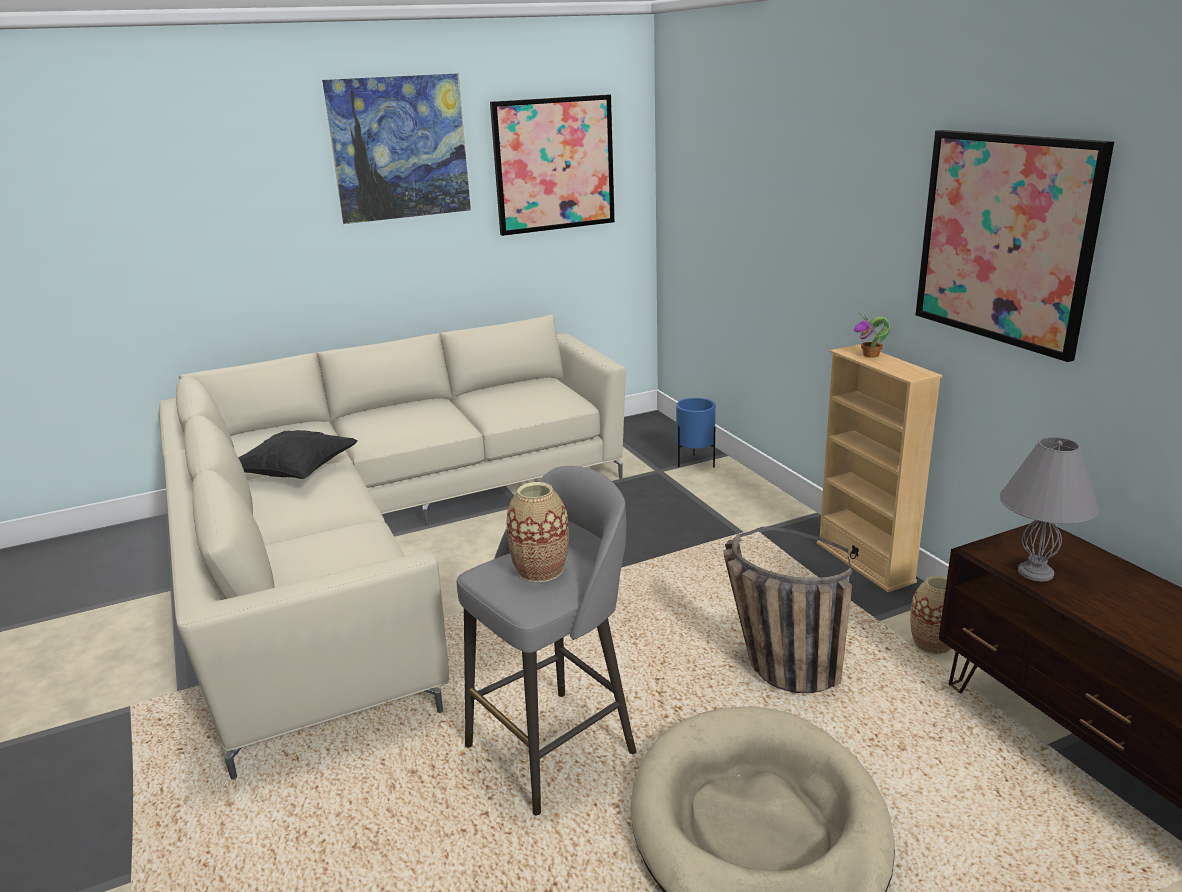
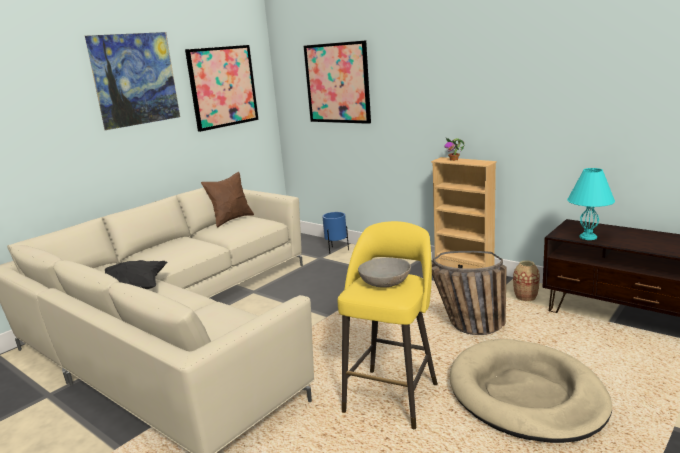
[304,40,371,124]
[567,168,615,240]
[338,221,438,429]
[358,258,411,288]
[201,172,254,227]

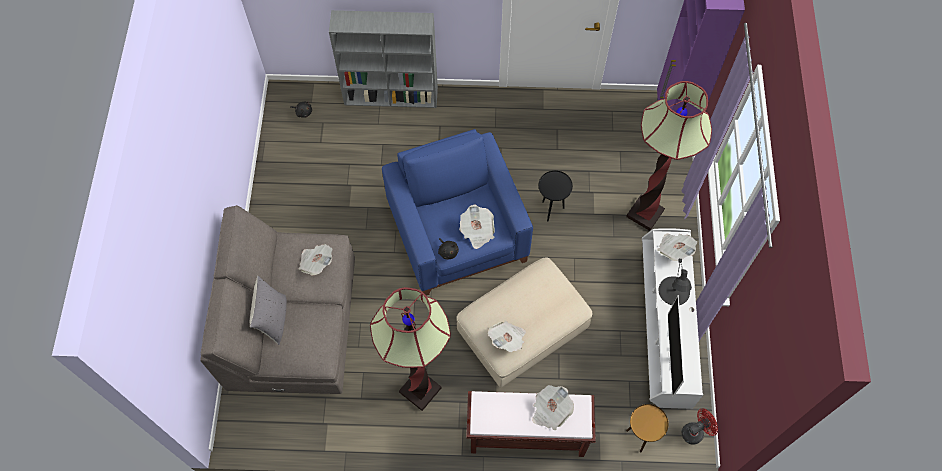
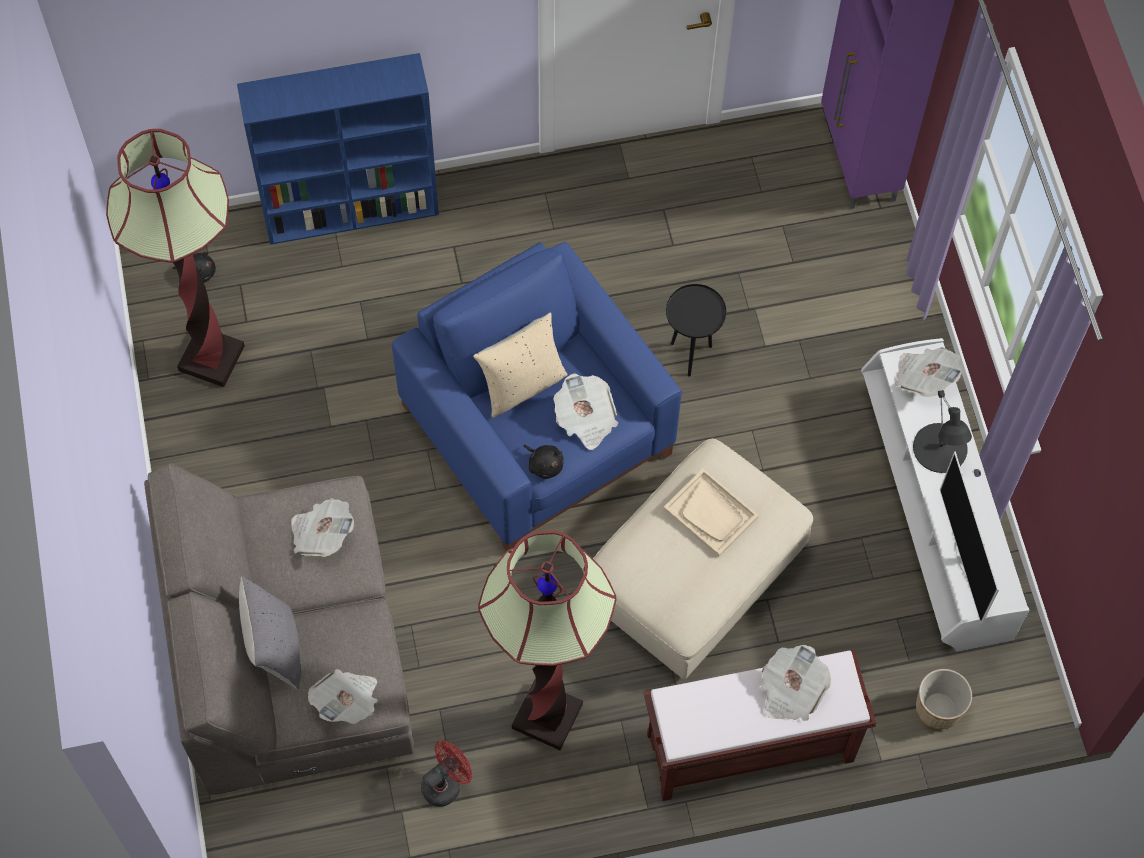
[237,53,439,245]
[106,129,245,387]
[308,669,378,724]
[916,669,972,730]
[421,740,472,807]
[473,312,568,418]
[663,468,759,557]

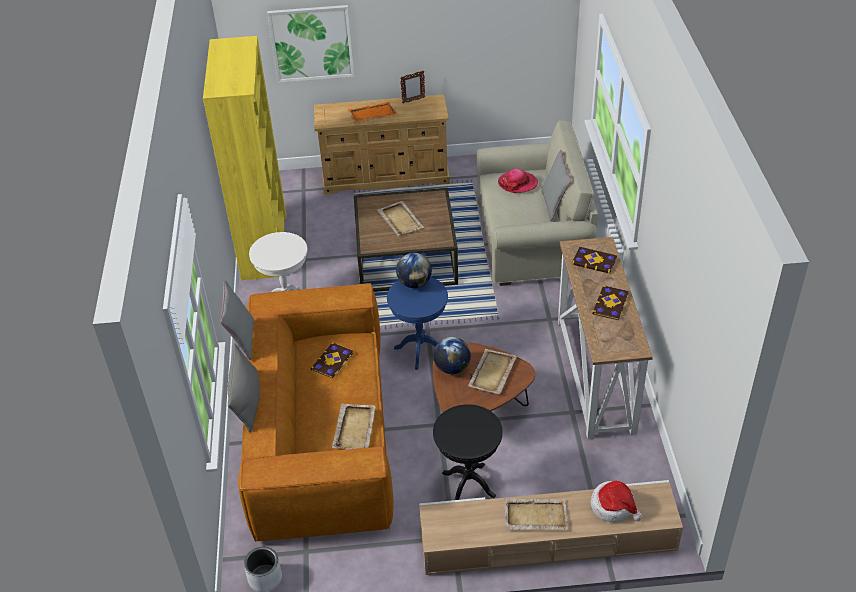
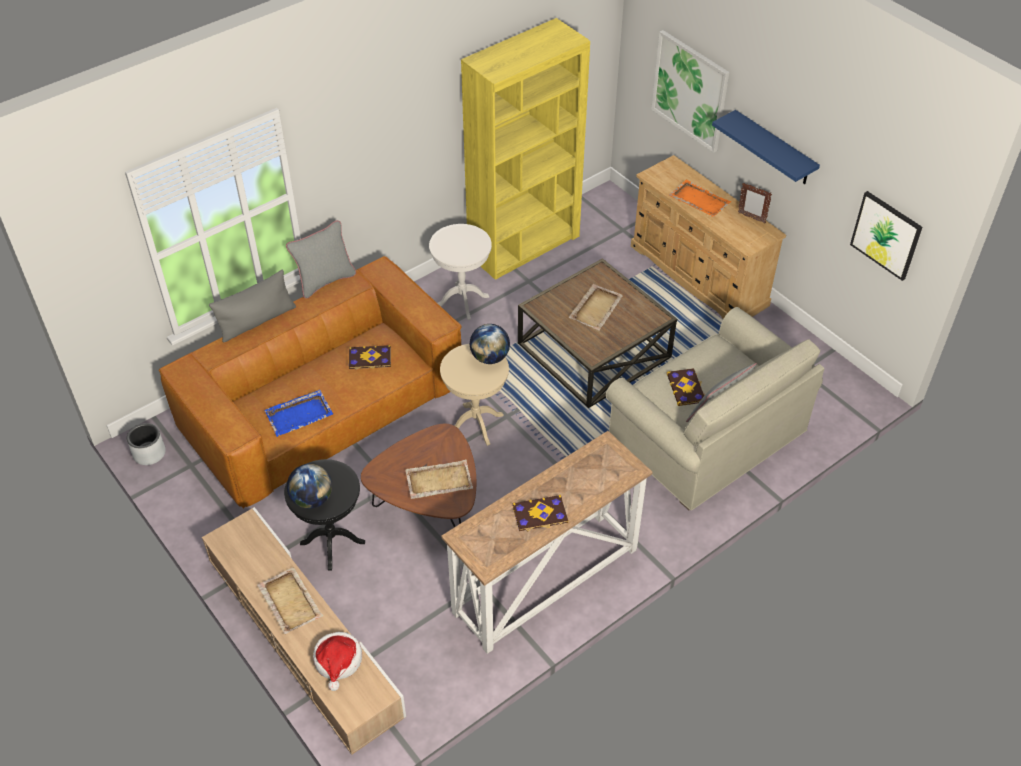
[498,168,538,193] (first image)
[666,368,705,406]
[440,344,509,446]
[287,464,332,509]
[264,390,333,437]
[712,110,820,184]
[850,191,922,281]

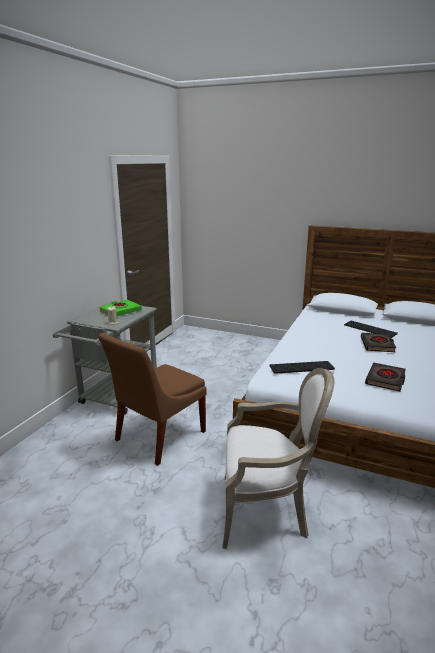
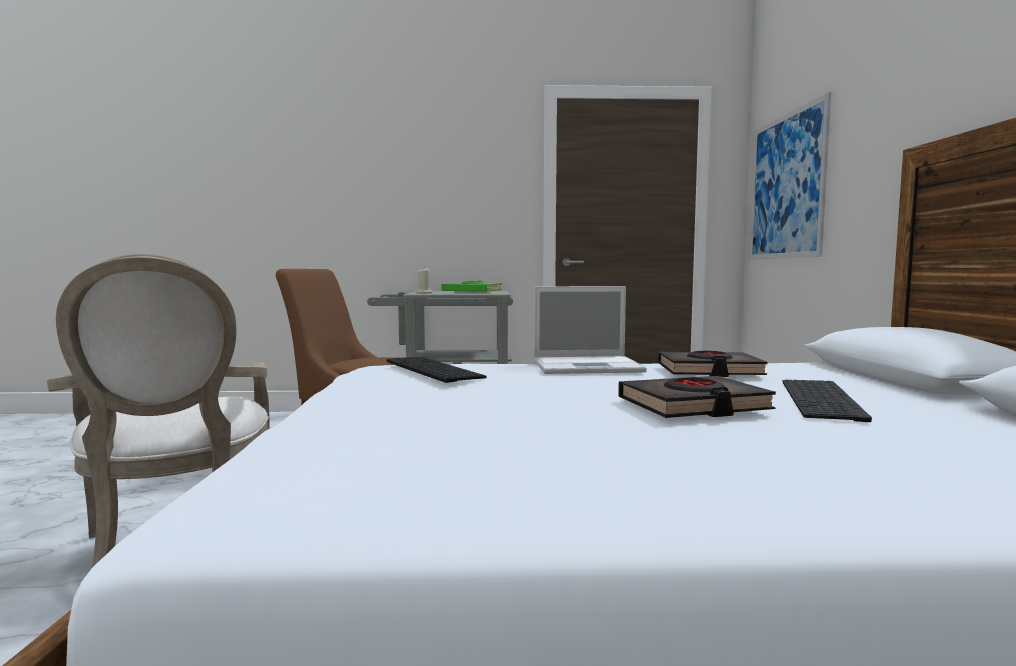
[658,351,768,377]
[750,92,831,260]
[534,286,647,374]

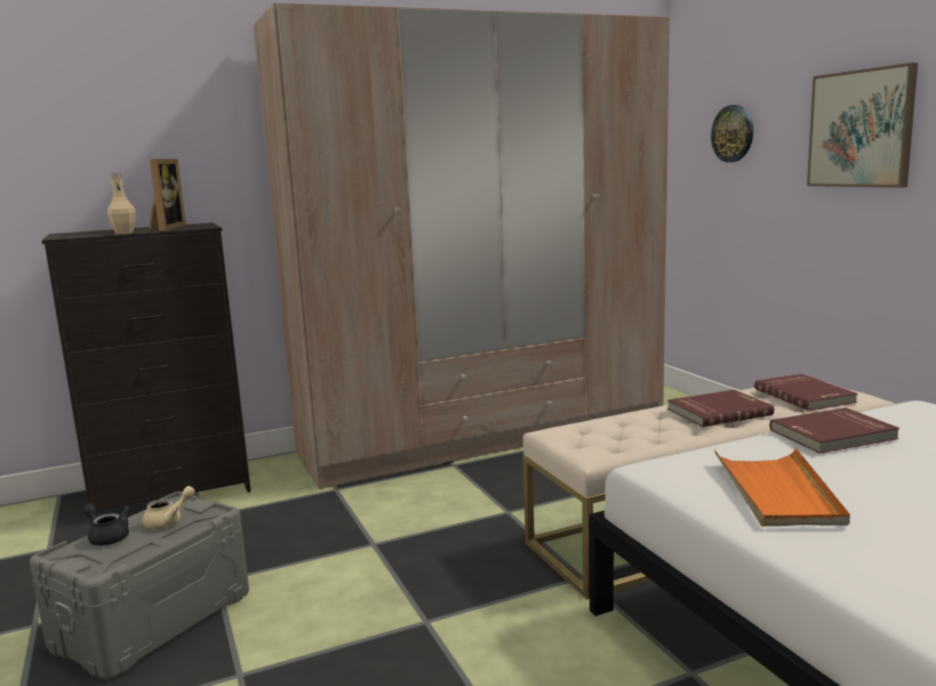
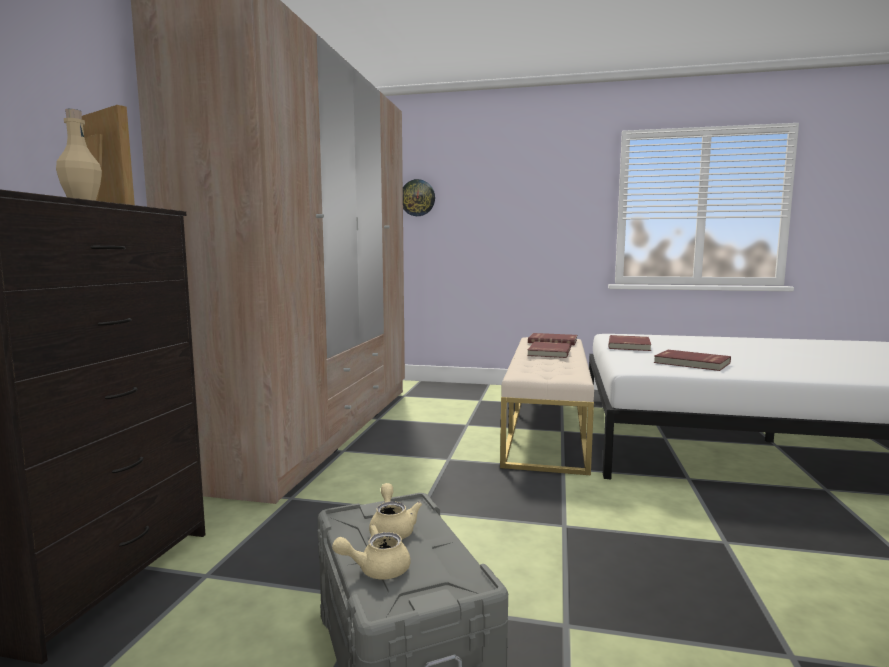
[807,63,918,188] (first image)
[654,350,731,371]
[332,524,411,580]

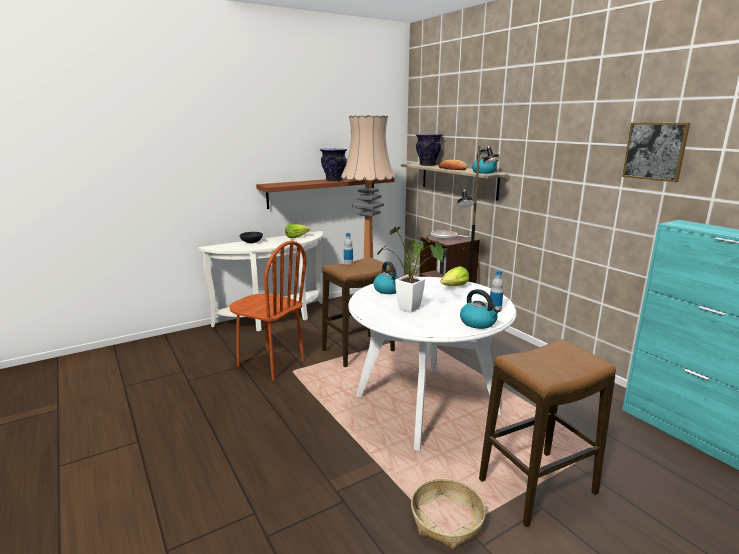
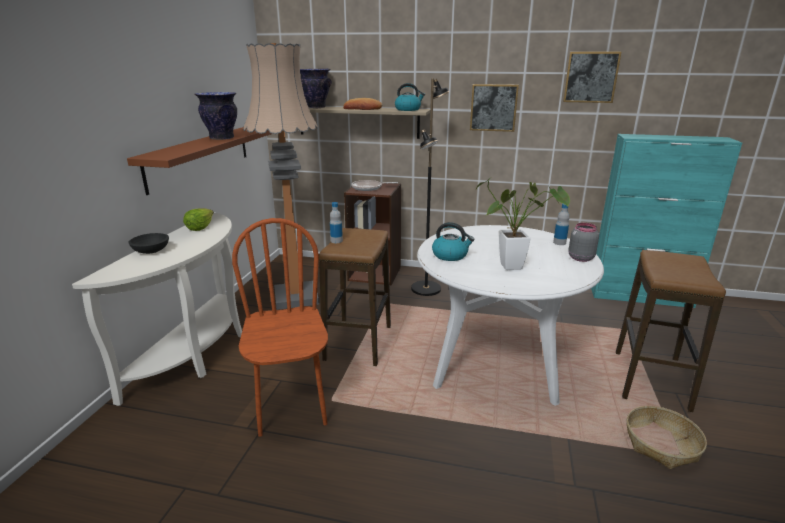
[232,218,328,437]
[440,266,469,286] (first image)
[568,223,599,262]
[470,84,519,132]

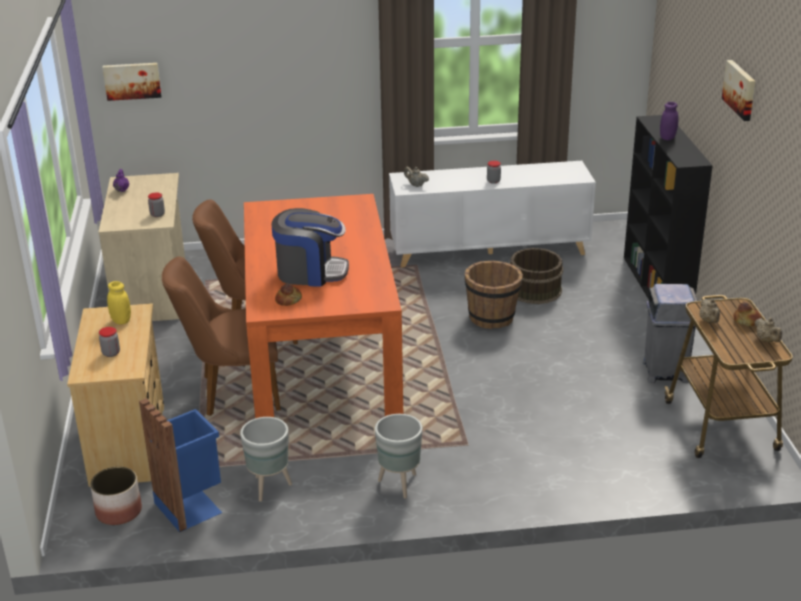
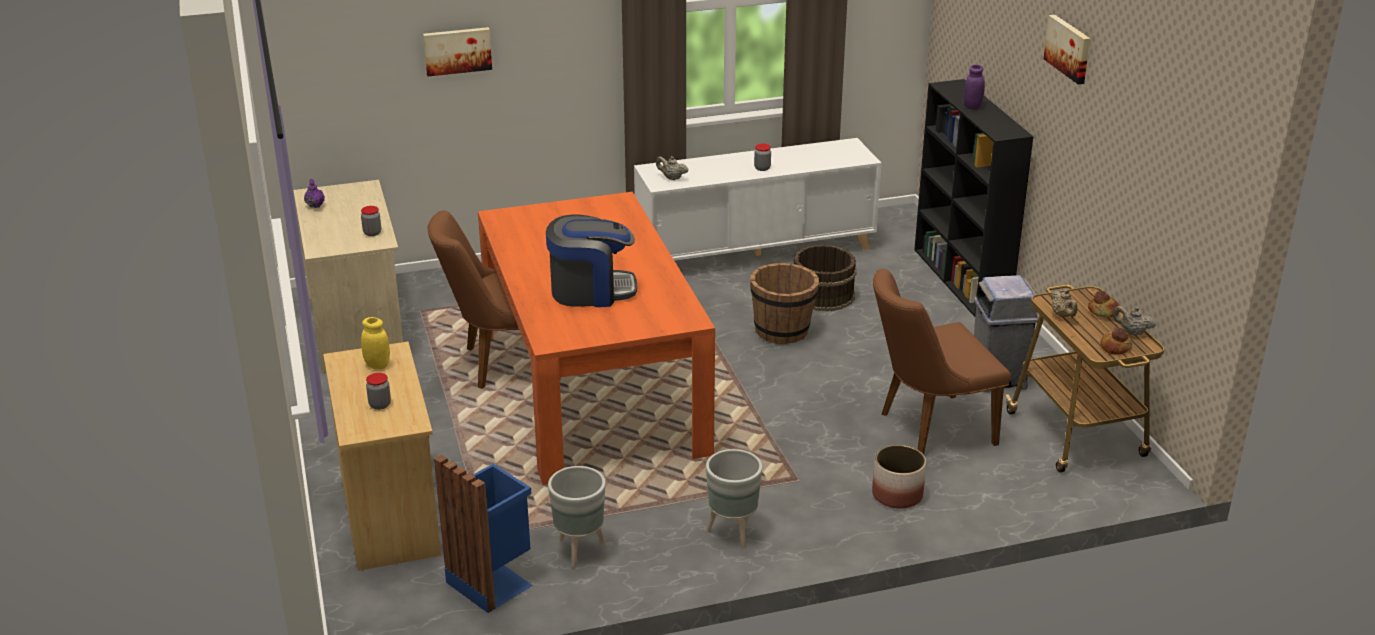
[423,27,492,77]
[873,269,1011,455]
[1101,328,1132,354]
[1113,306,1156,336]
[872,445,926,509]

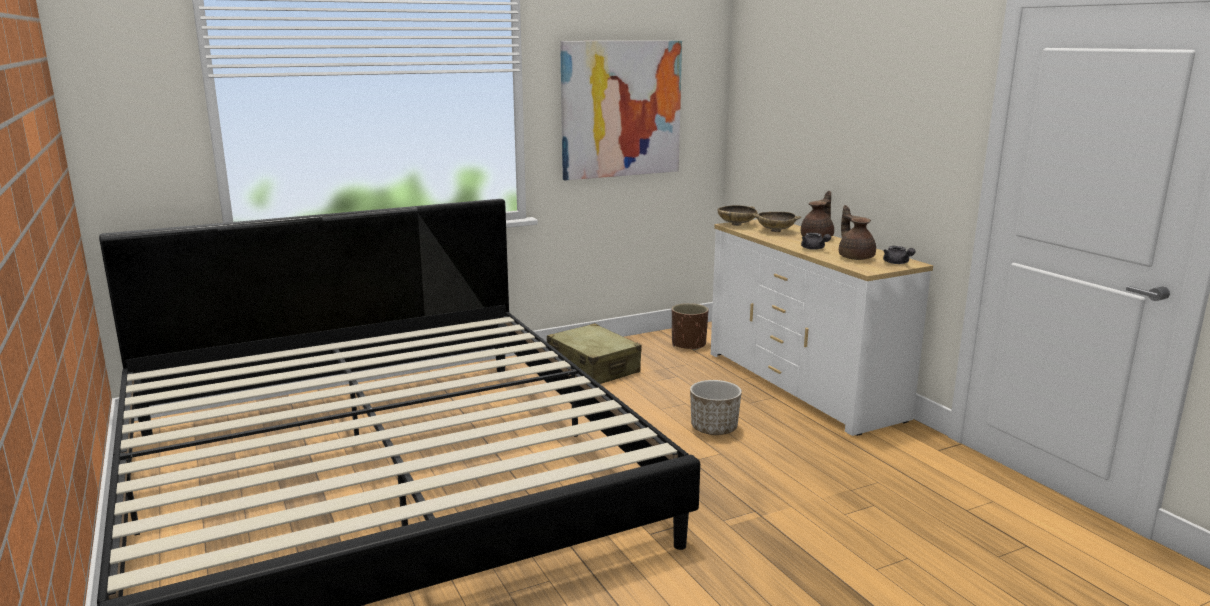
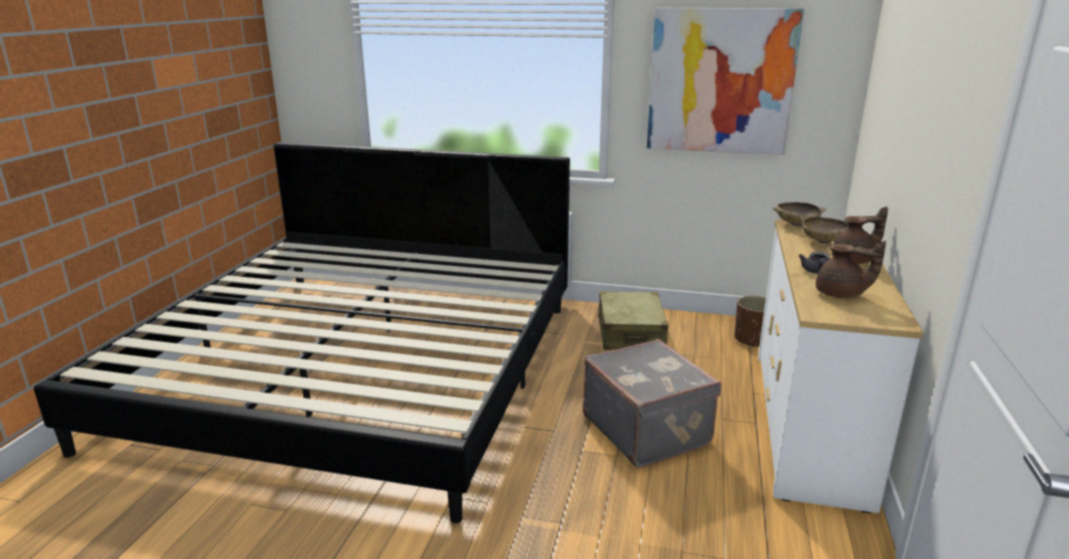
[816,241,886,299]
[883,246,915,264] (first image)
[583,339,721,468]

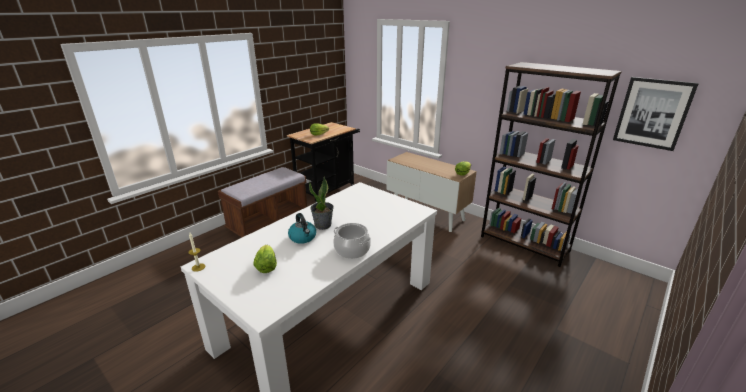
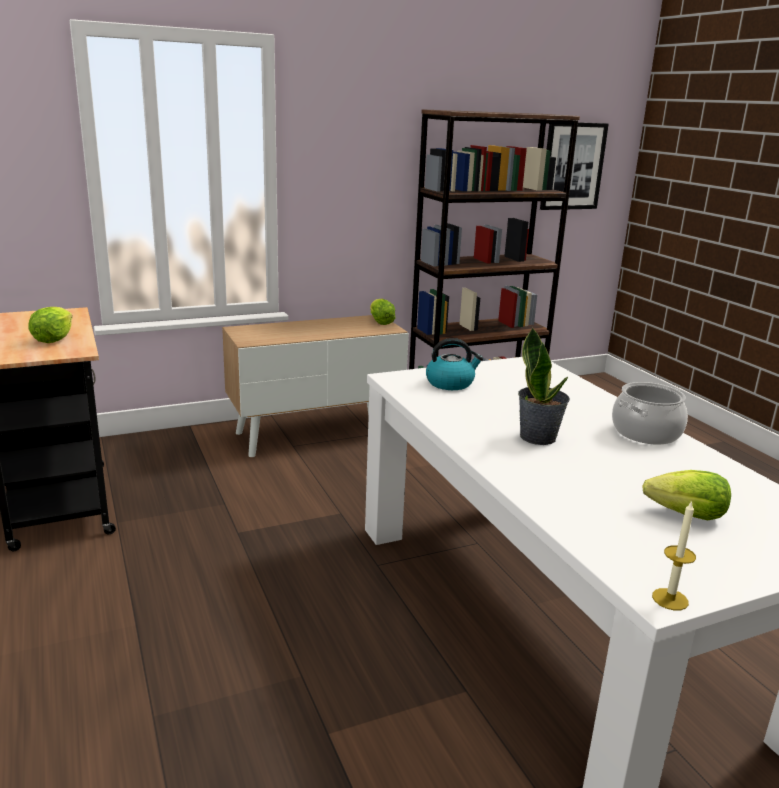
[218,167,307,237] (first image)
[426,338,484,390]

